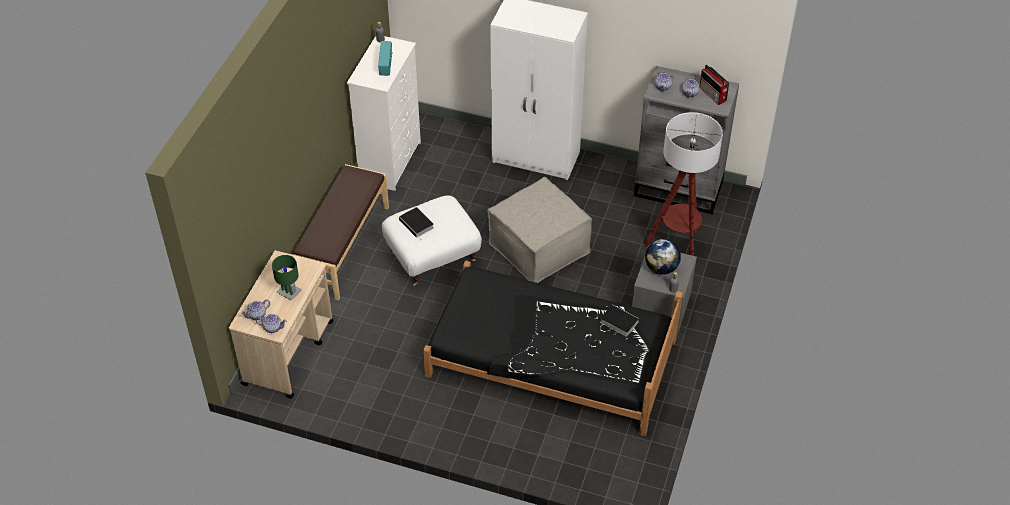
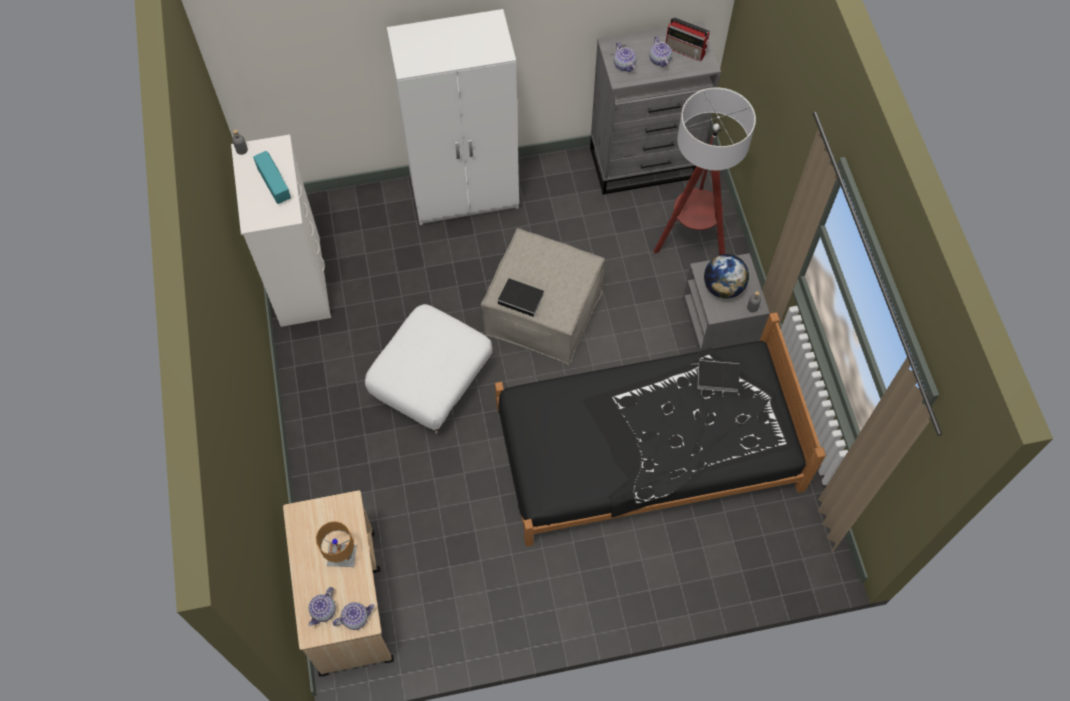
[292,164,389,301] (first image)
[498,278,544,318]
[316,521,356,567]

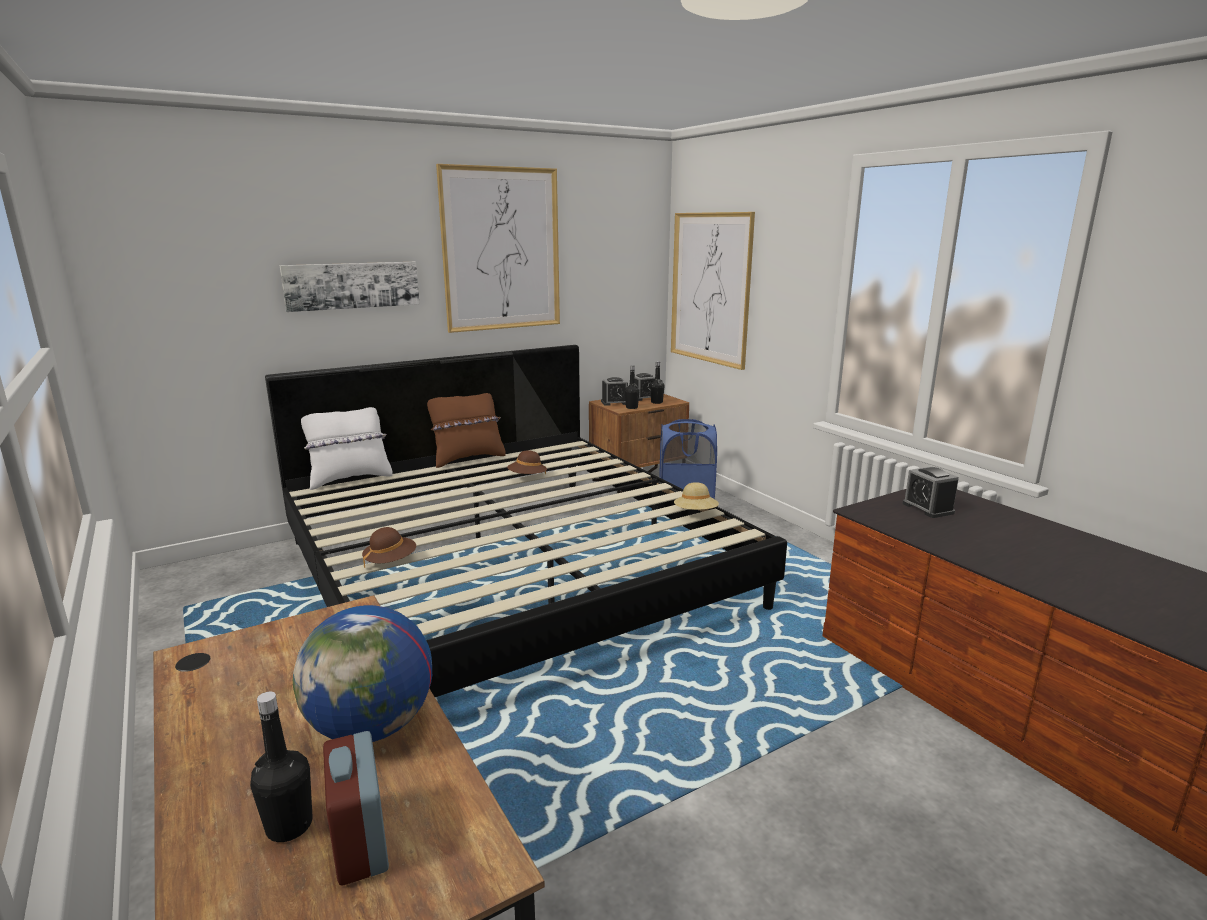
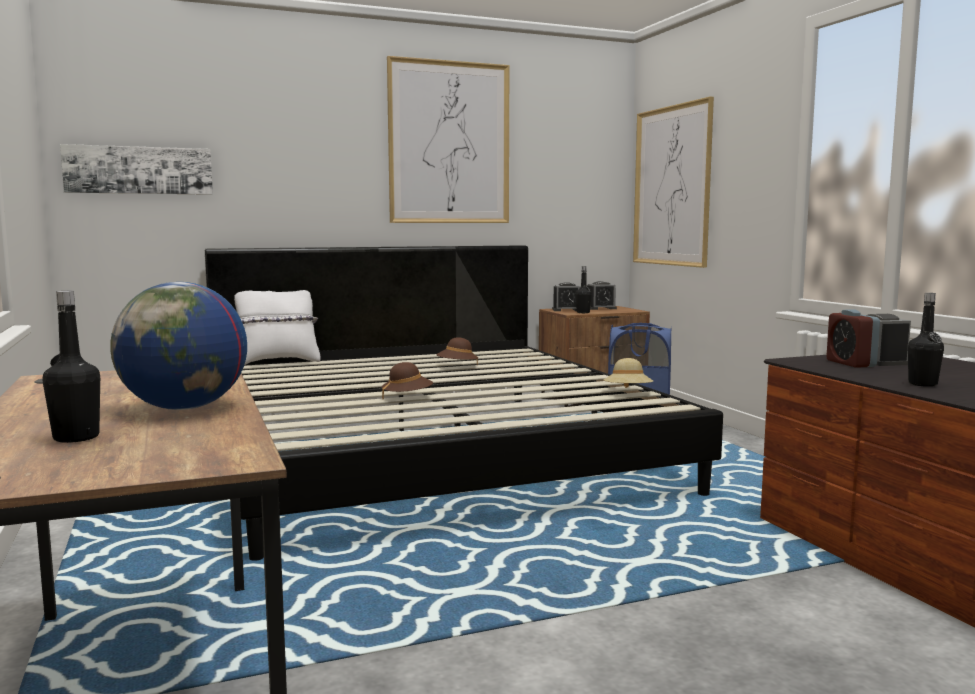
[60,144,213,195]
[908,293,944,387]
[427,393,506,468] (first image)
[382,362,433,399]
[826,309,880,368]

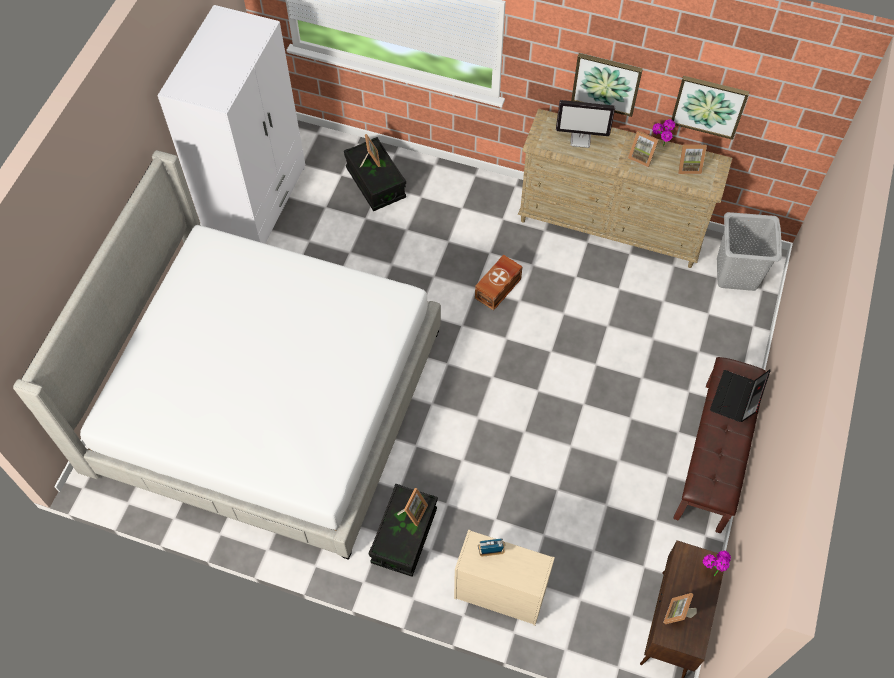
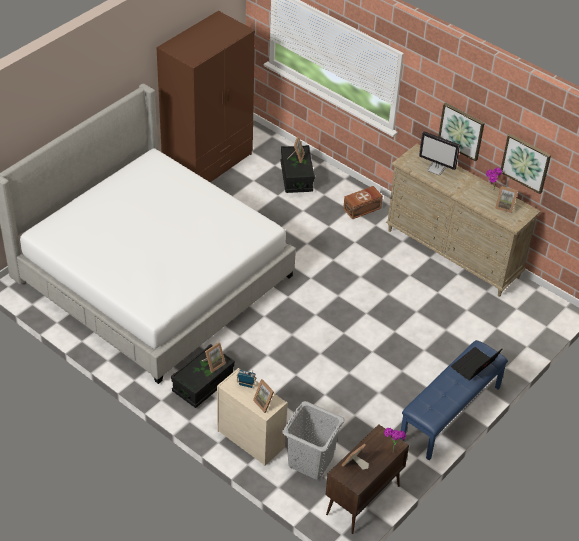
[156,11,255,182]
[253,379,274,413]
[282,401,345,480]
[343,186,383,220]
[400,340,508,460]

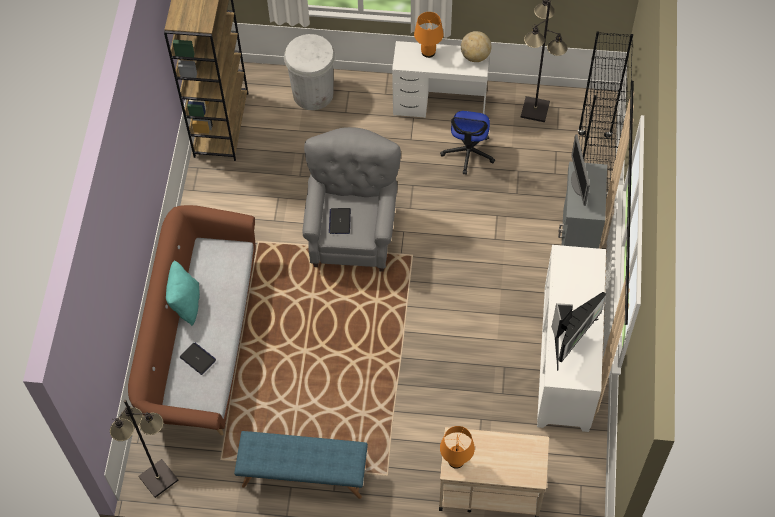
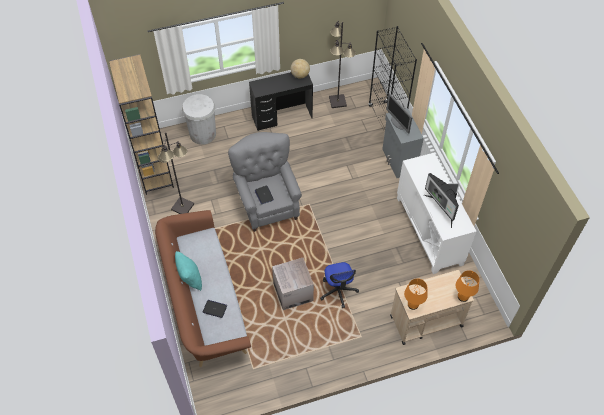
[456,270,480,302]
[249,72,313,131]
[320,262,359,308]
[424,173,460,228]
[158,132,194,214]
[234,431,368,499] (first image)
[272,258,314,310]

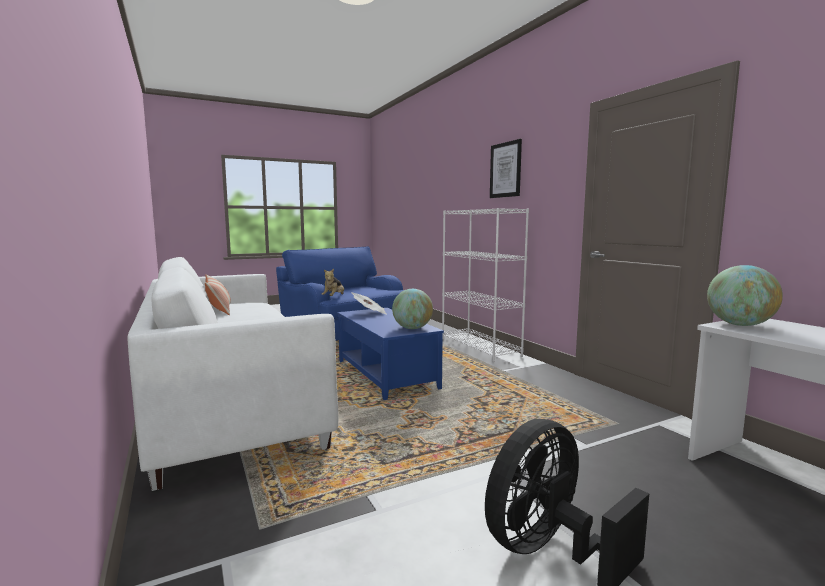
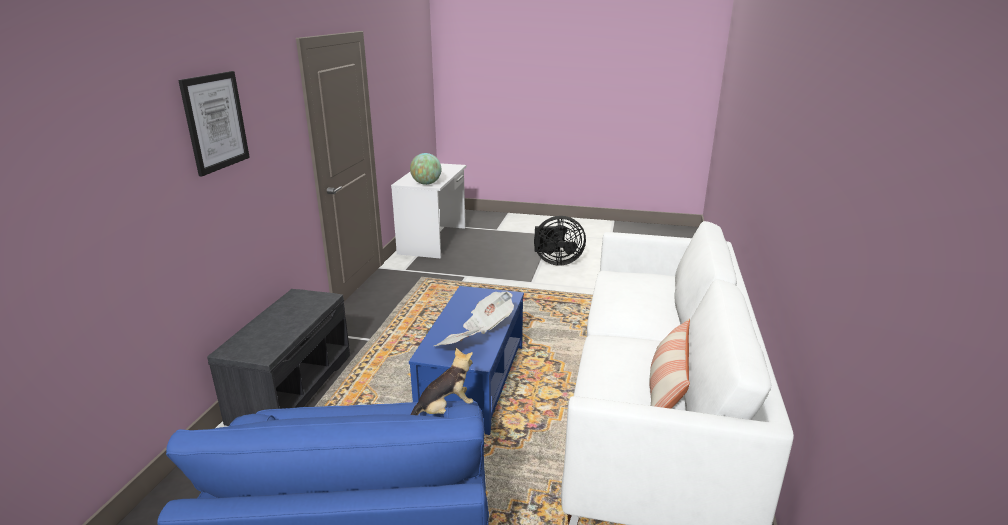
[207,289,350,426]
[392,289,433,329] (first image)
[463,292,514,334]

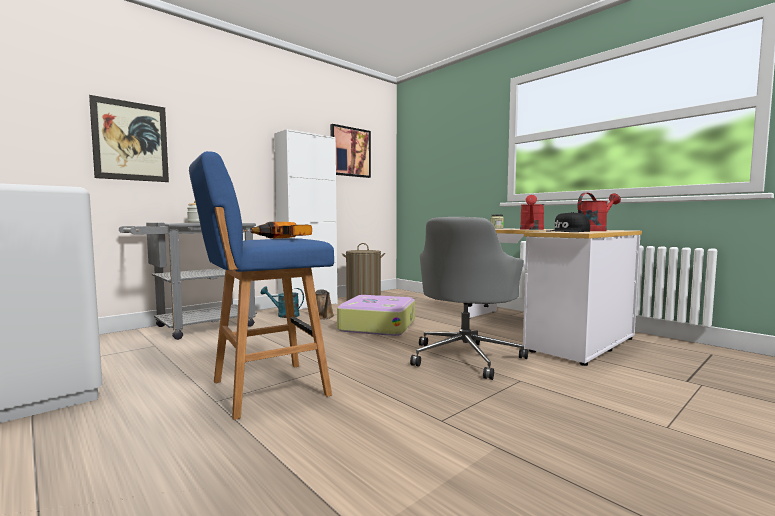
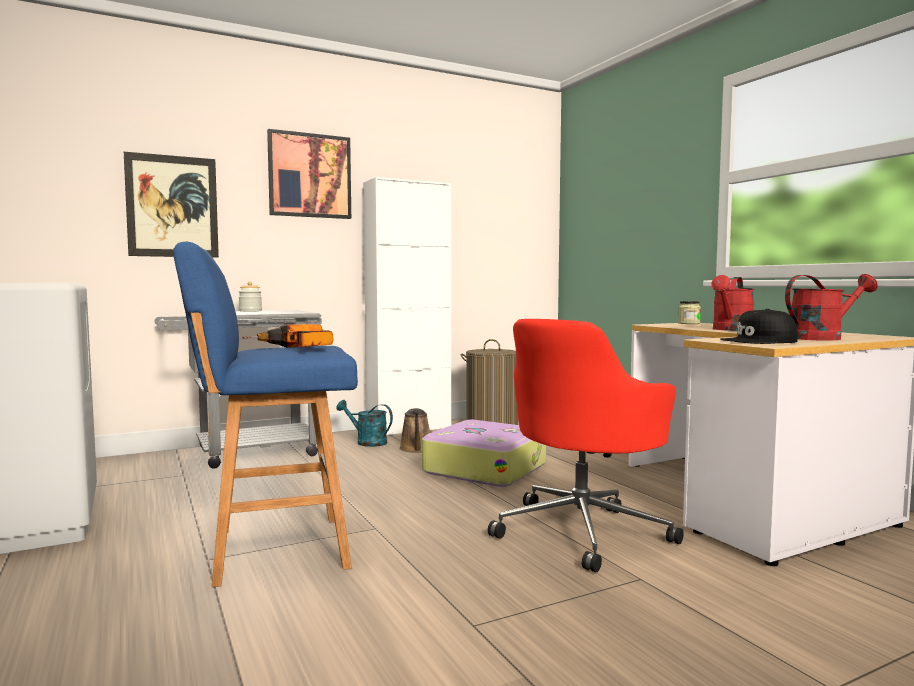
[267,129,351,219]
[488,319,684,573]

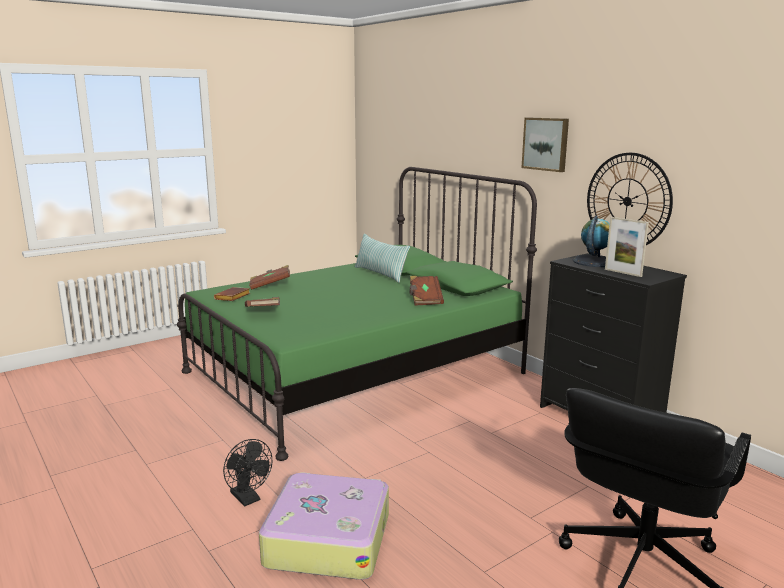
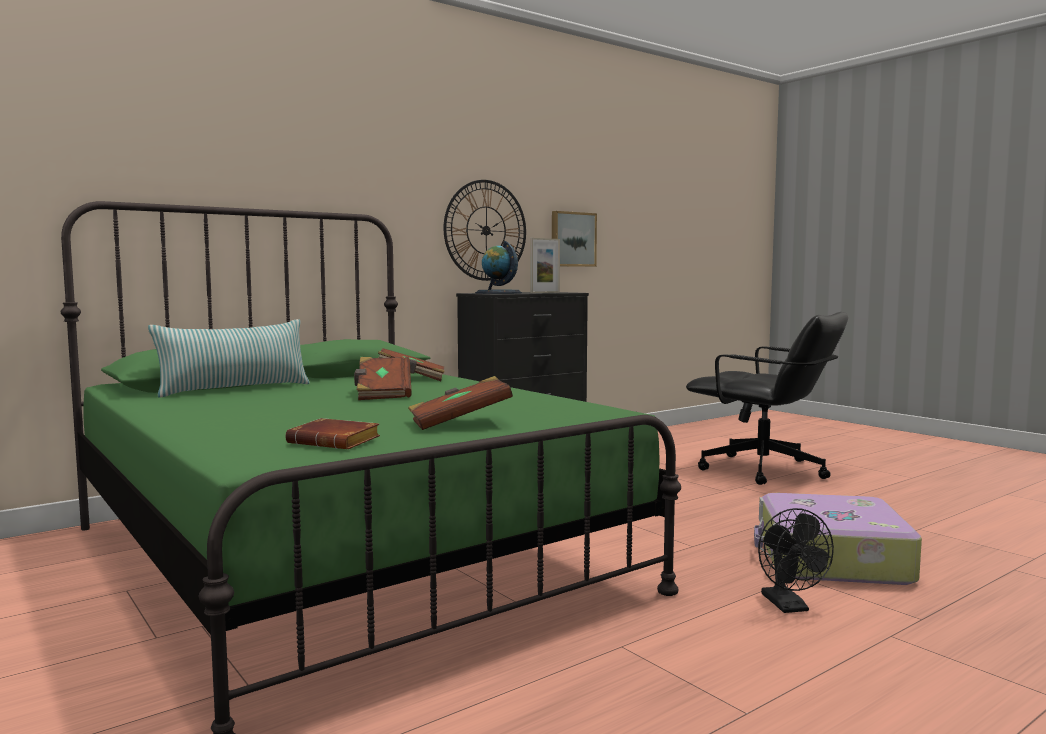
[552,211,597,267]
[354,357,412,400]
[758,508,834,613]

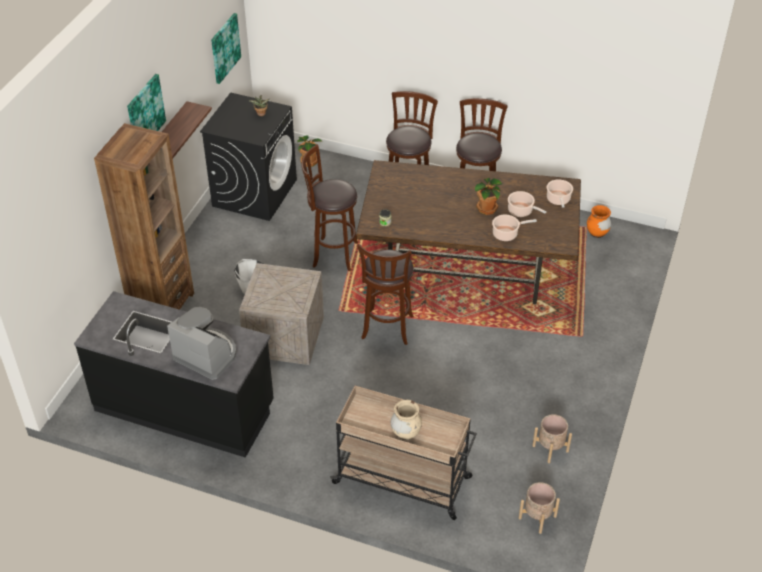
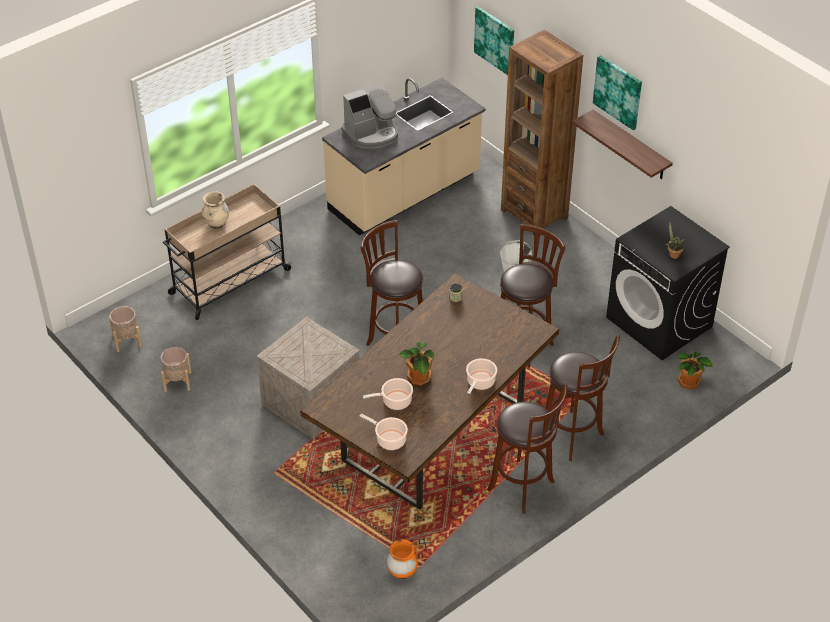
[474,6,514,75]
[466,358,497,394]
[257,317,360,439]
[322,78,486,236]

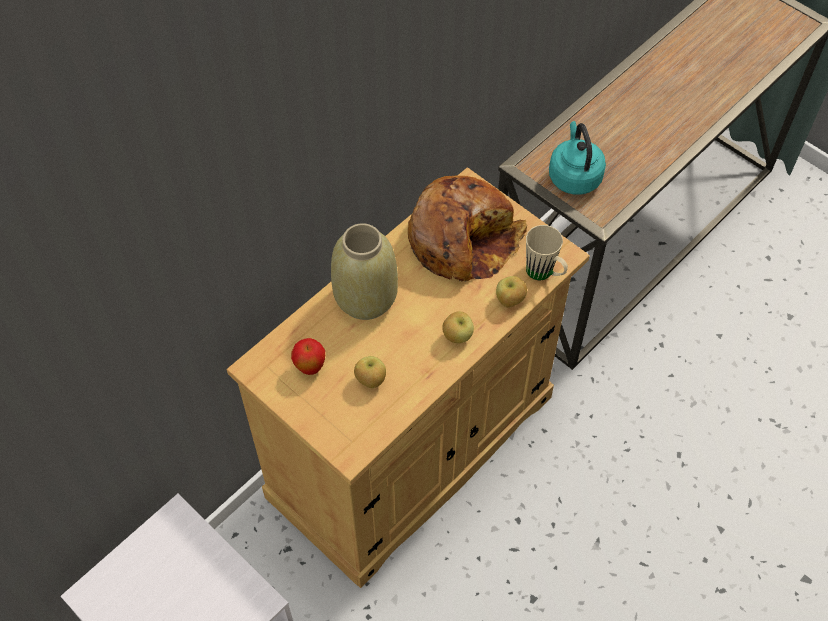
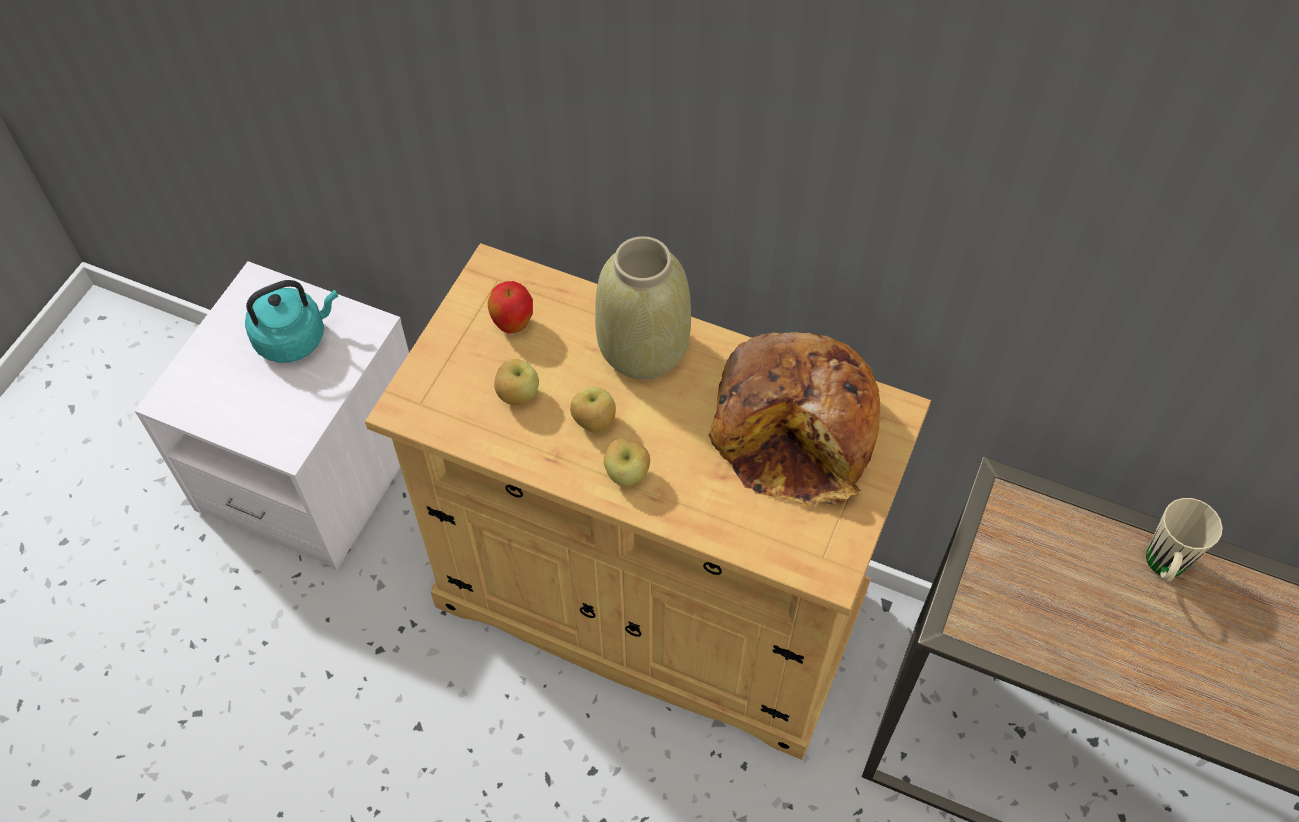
[245,280,338,363]
[1146,498,1223,581]
[570,387,616,433]

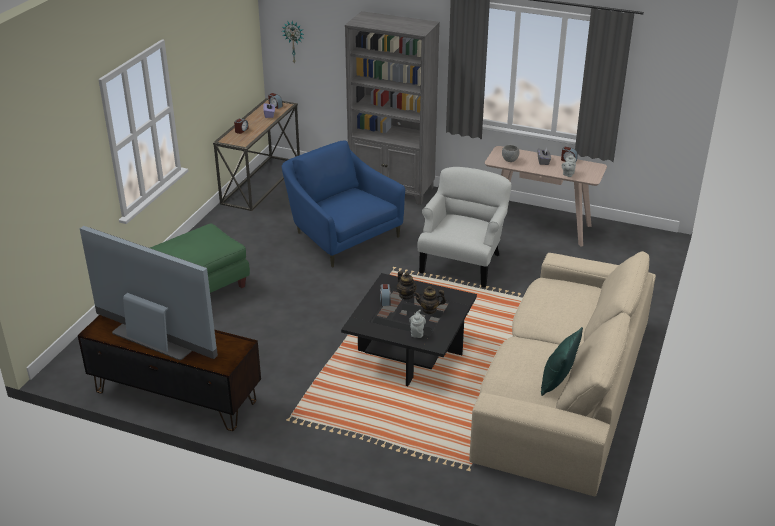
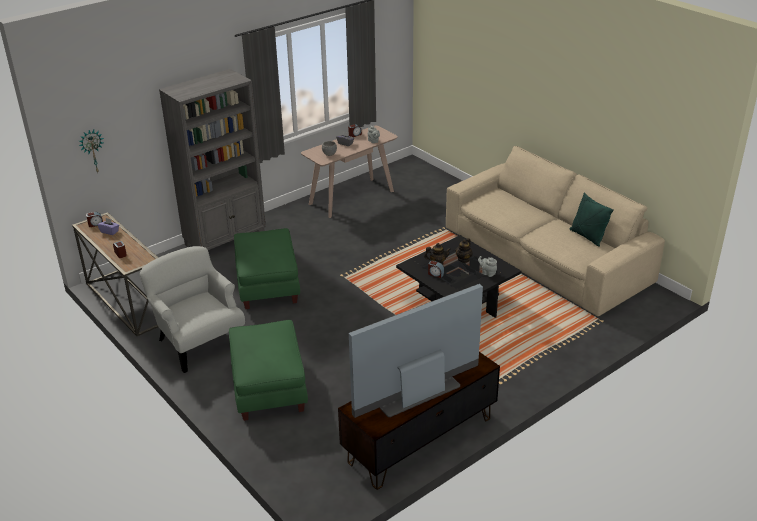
[234,228,300,309]
[140,246,245,373]

